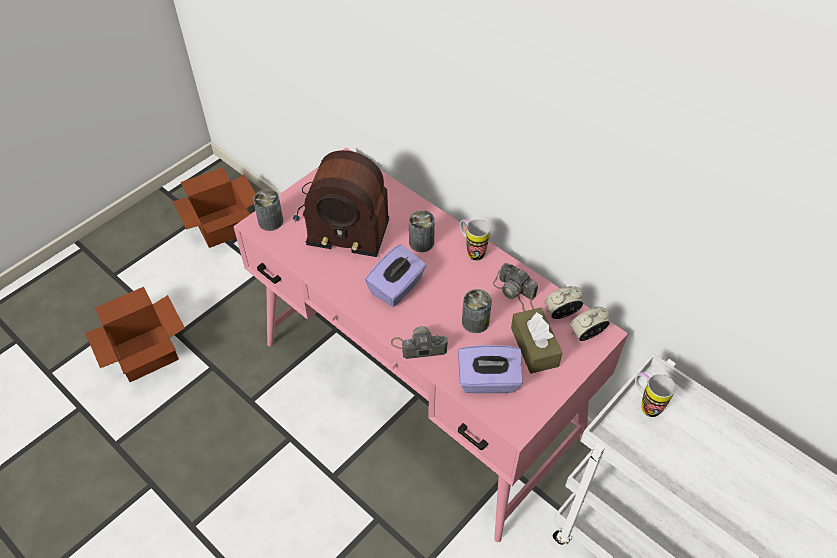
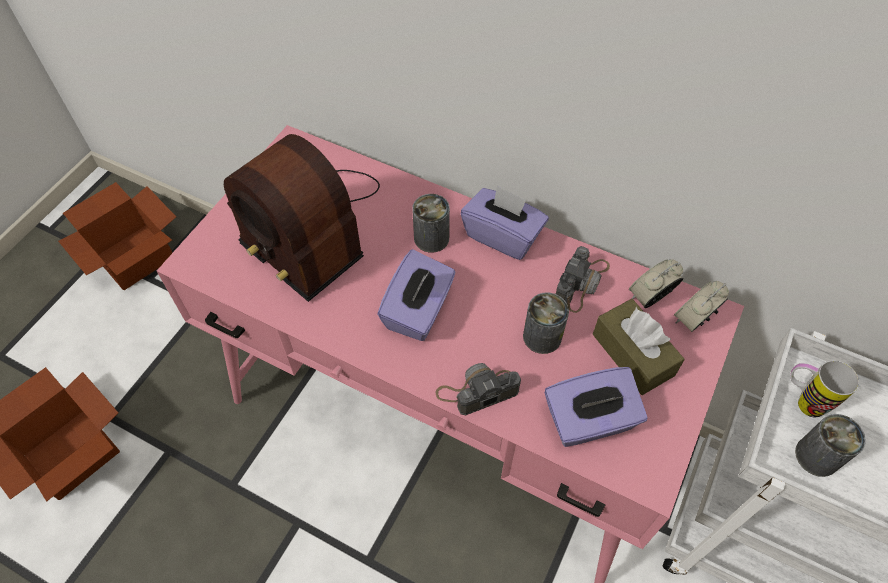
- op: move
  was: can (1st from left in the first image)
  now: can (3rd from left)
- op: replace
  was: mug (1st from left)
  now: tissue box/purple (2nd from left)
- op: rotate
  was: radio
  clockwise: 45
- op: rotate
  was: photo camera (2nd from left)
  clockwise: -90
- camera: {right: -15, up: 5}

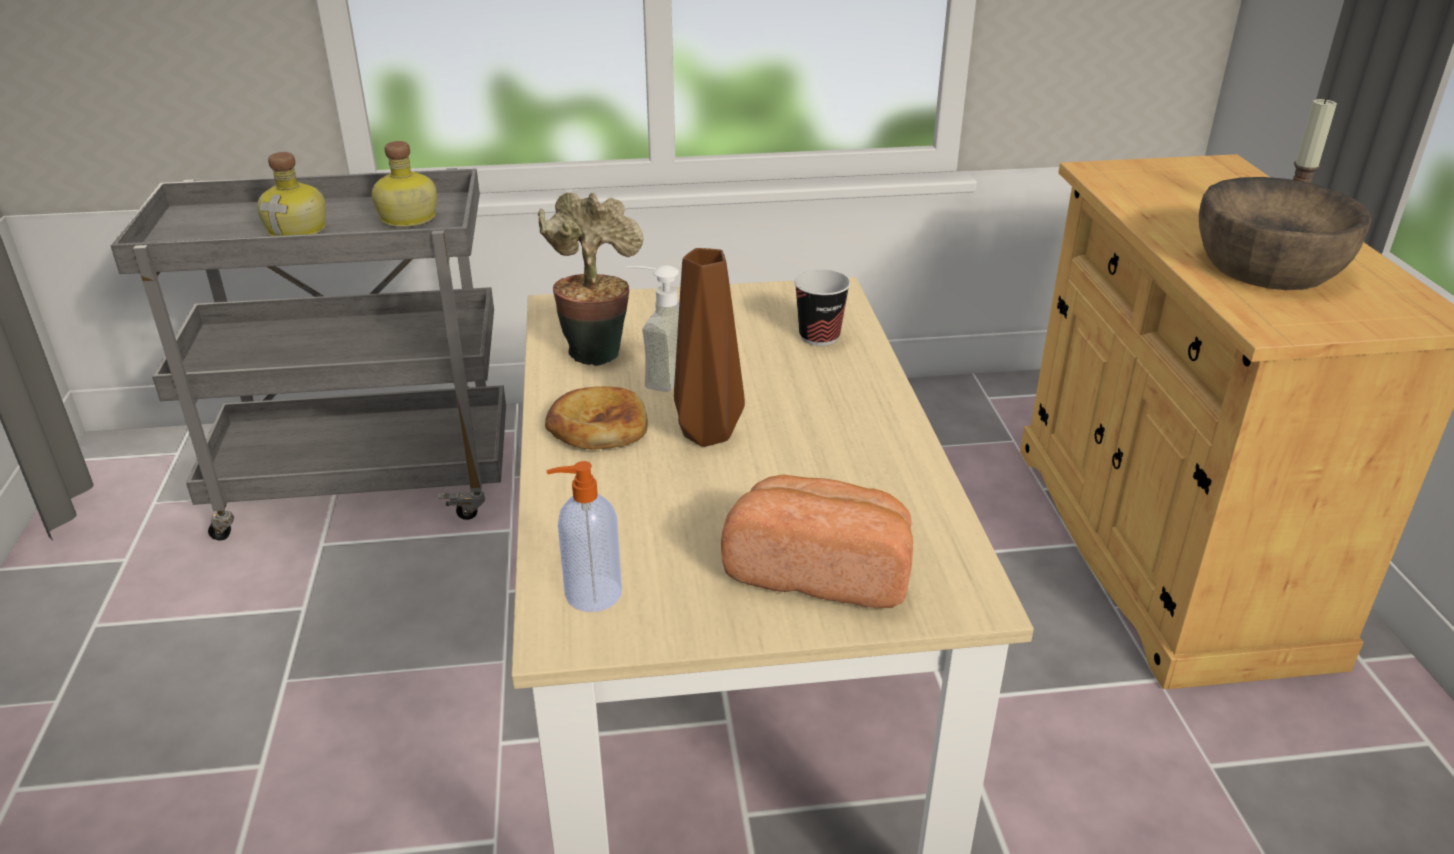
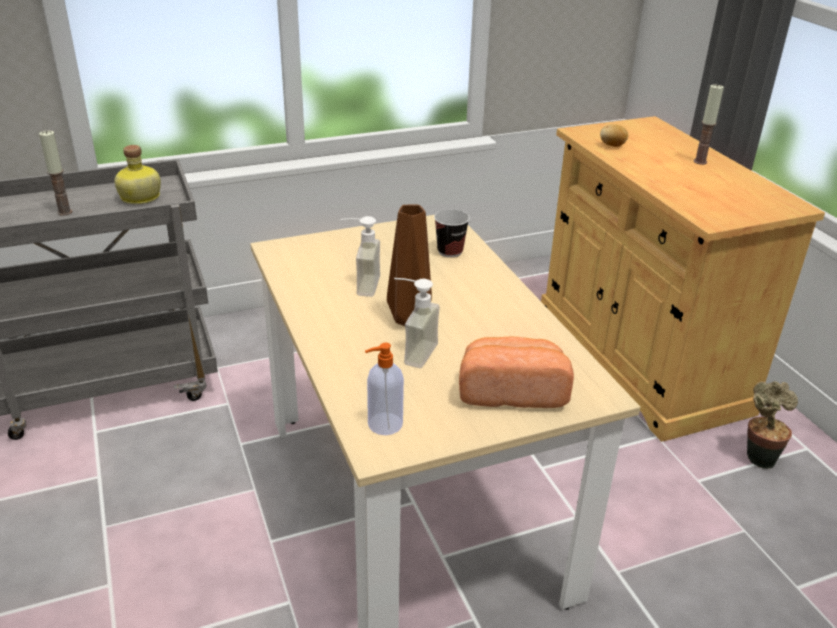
- op: delete
  was: bread (1st from left)
- op: delete
  was: bowl/brown
- op: insert
  now: soap dispenser (3rd from left)
- op: insert
  now: potato
- op: move
  was: potted plant
- op: replace
  was: bottle (1st from left)
  now: candle (1st from left)
- camera: {right: -15, up: 0}

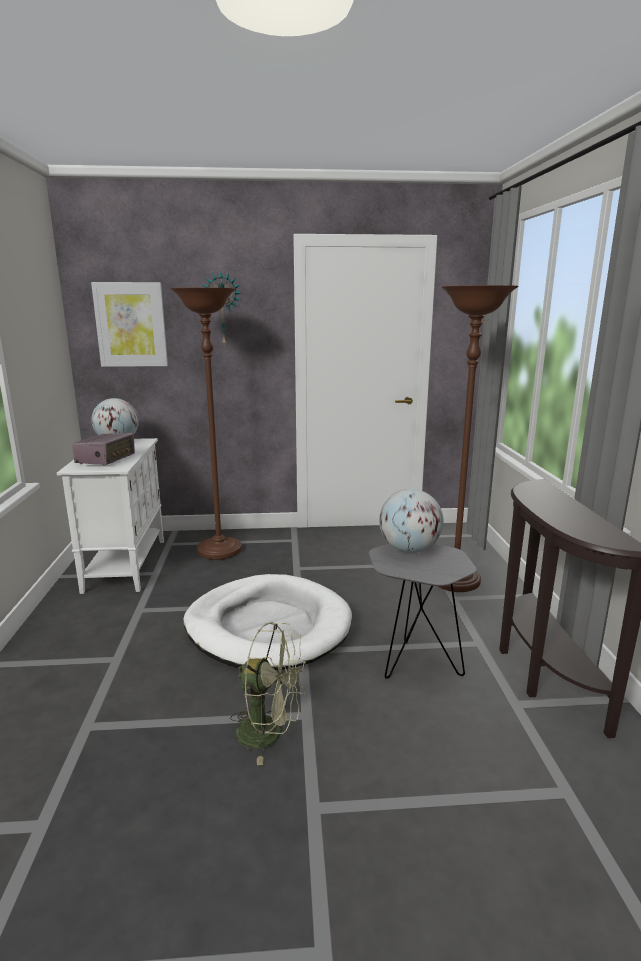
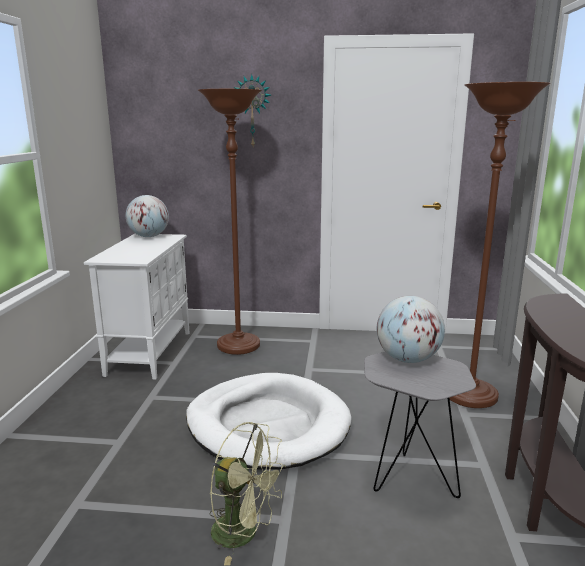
- op: delete
  was: radio
- op: delete
  was: picture
- camera: {right: 10, up: 0}

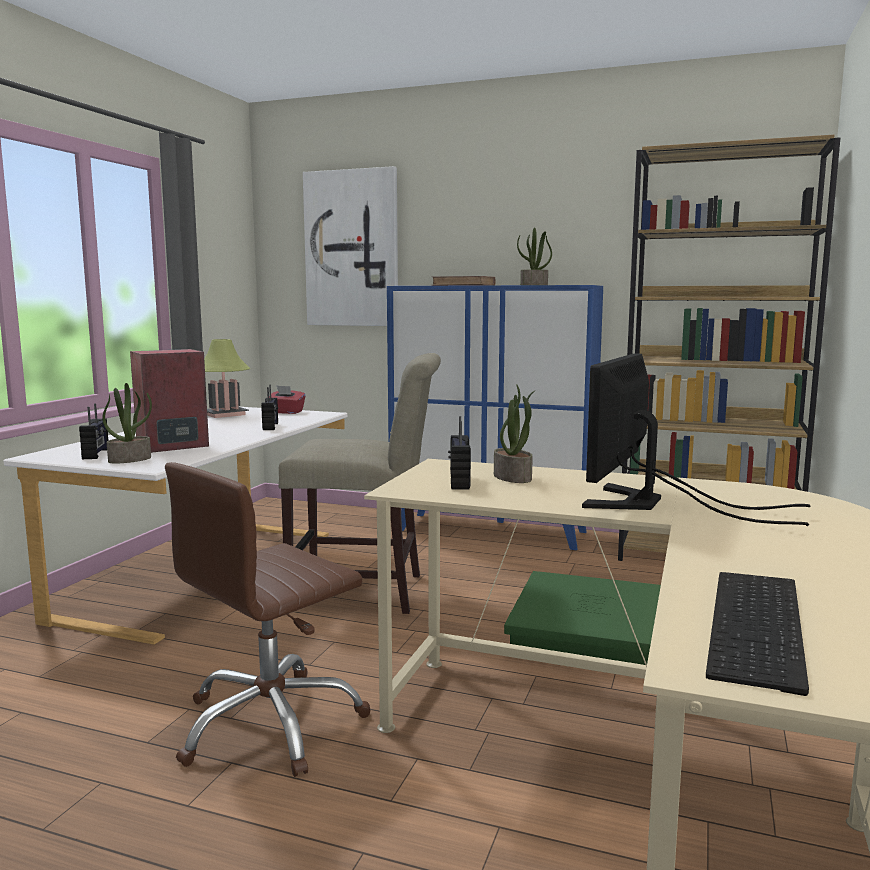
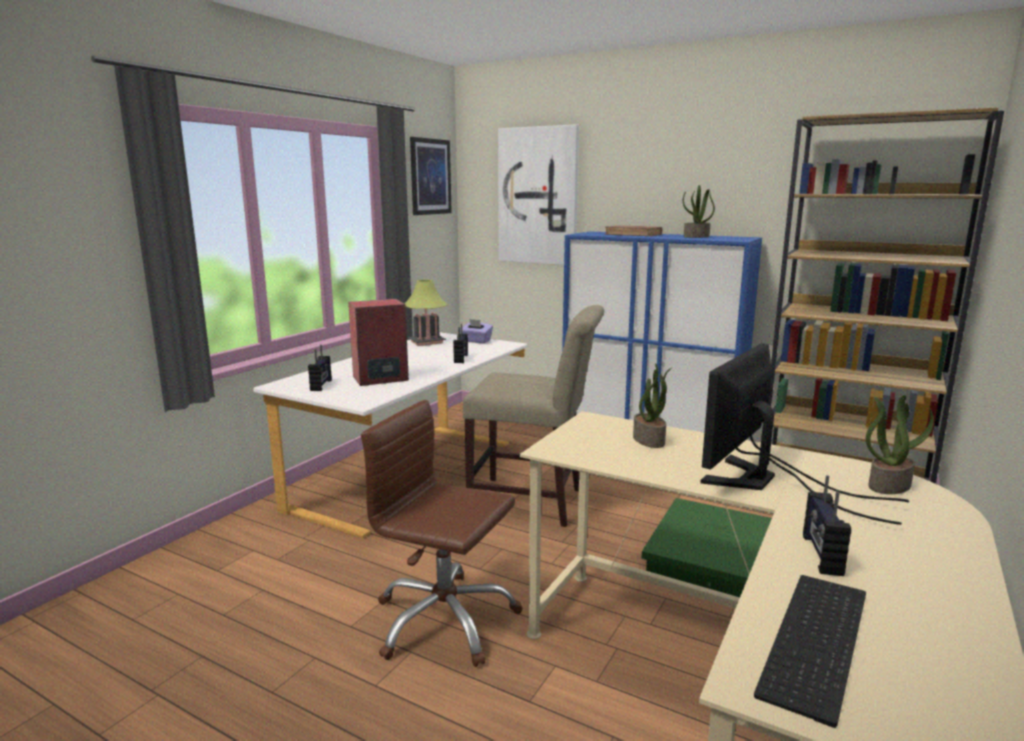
- op: insert
  now: picture (1st from left)
- op: move
  was: potted plant (1st from left in the first image)
  now: potted plant (3rd from left)
- op: move
  was: radio (3rd from left)
- op: recolor
  was: tissue box/red
  now: tissue box/purple
- op: rotate
  was: office chair/brown
  clockwise: 60
- camera: {right: 10, up: 5}

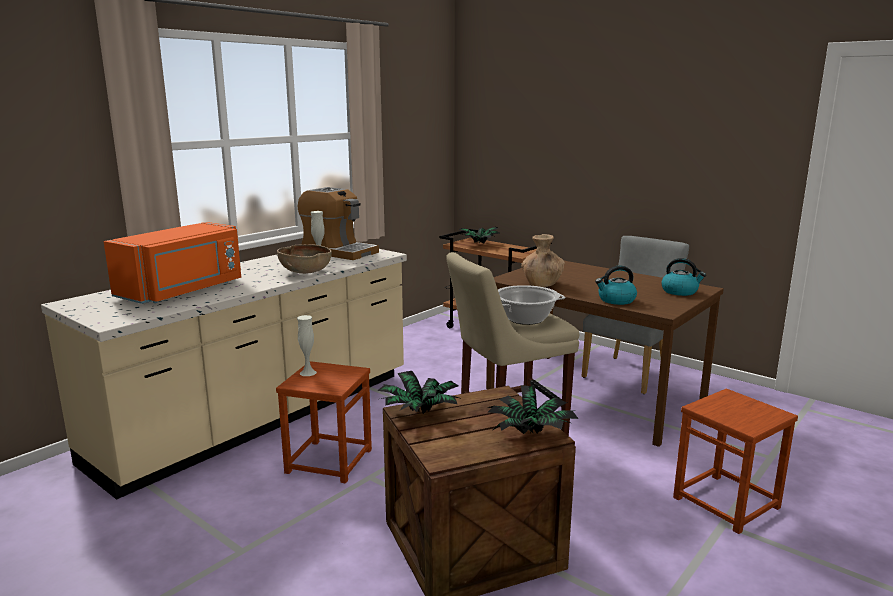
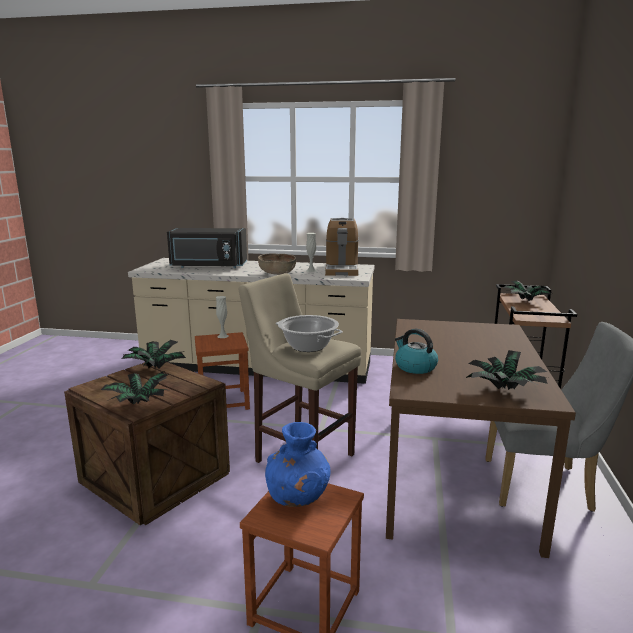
- op: delete
  was: vase/brown
- op: insert
  now: vase/blue
- op: replace
  was: kettle (2nd from left)
  now: potted plant (3rd from left)
- op: recolor
  was: microwave/orange
  now: microwave/black
- camera: {right: 60, up: 0}

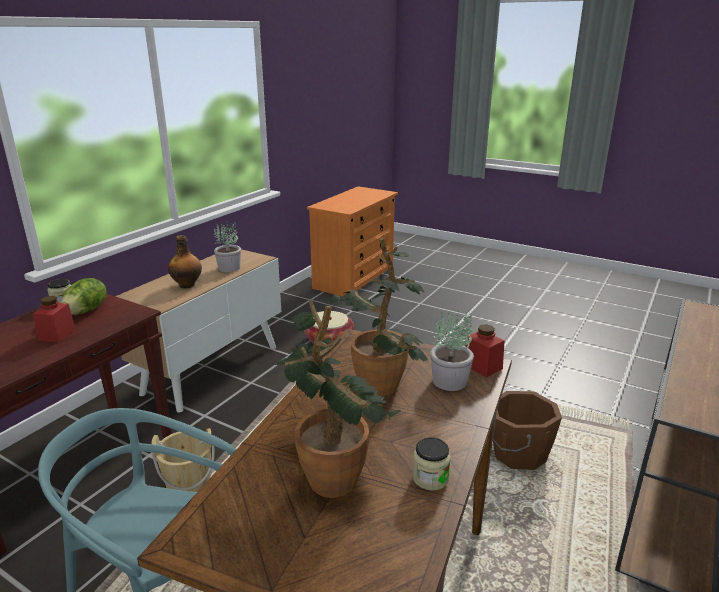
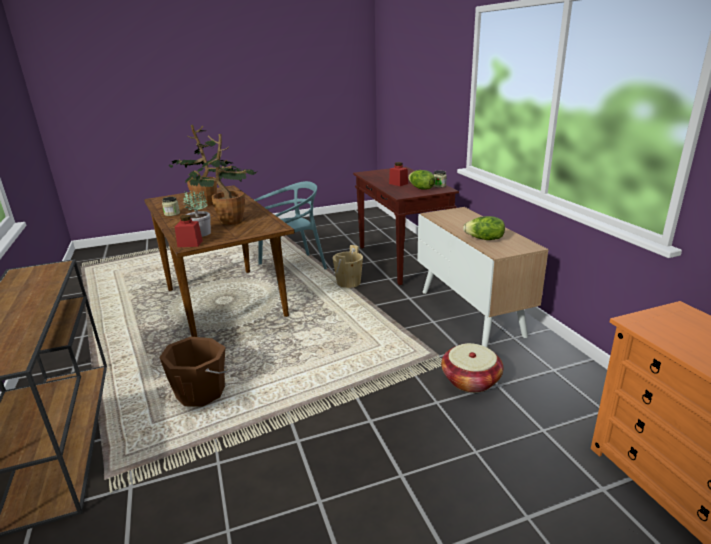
- op: delete
  was: bottle
- op: replace
  was: potted plant (1st from left)
  now: lettuce (2nd from left)
- camera: {right: 130, up: 0}

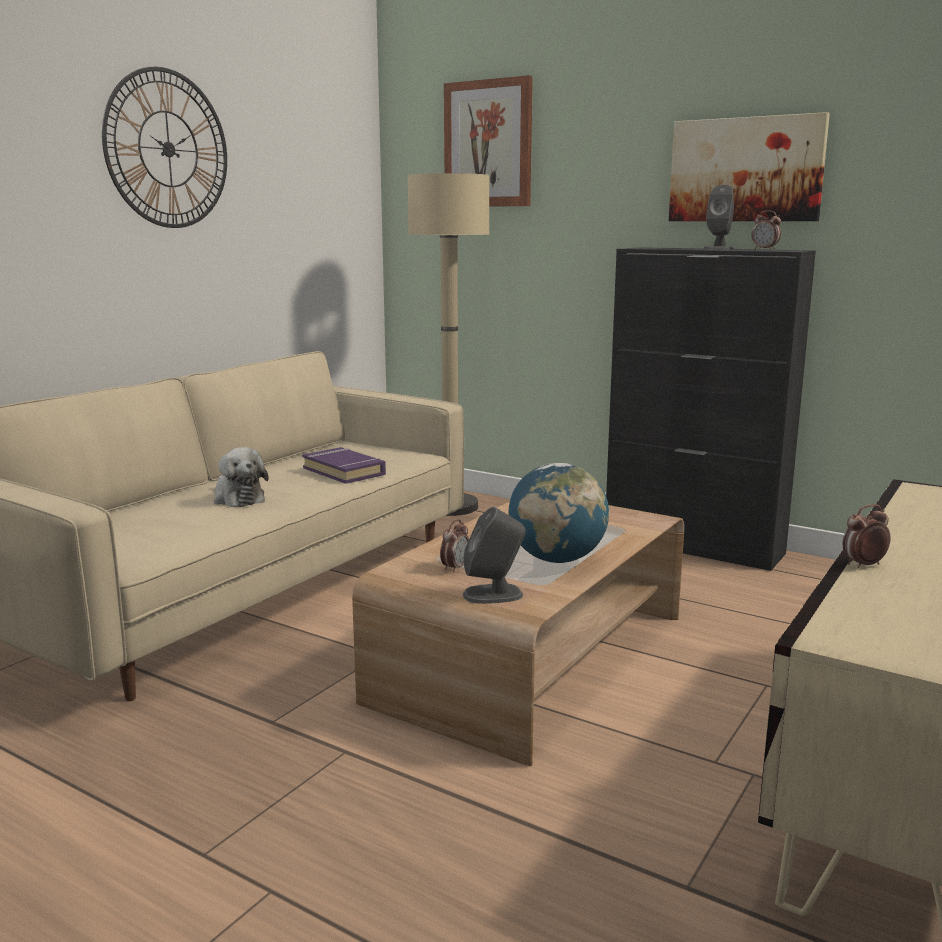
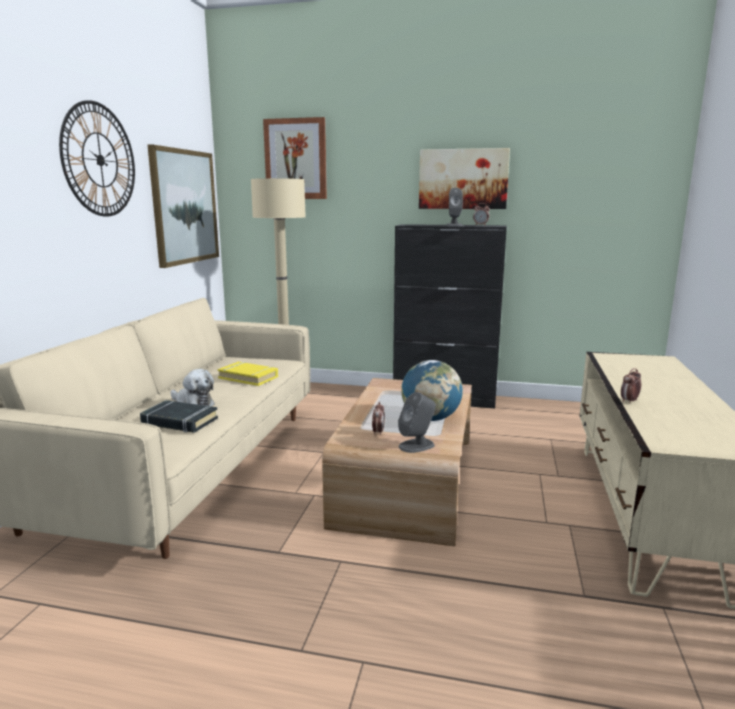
- op: insert
  now: book/black
- op: insert
  now: picture (1st from left)
- op: recolor
  was: book/purple
  now: book/yellow
- camera: {right: -20, up: 0}

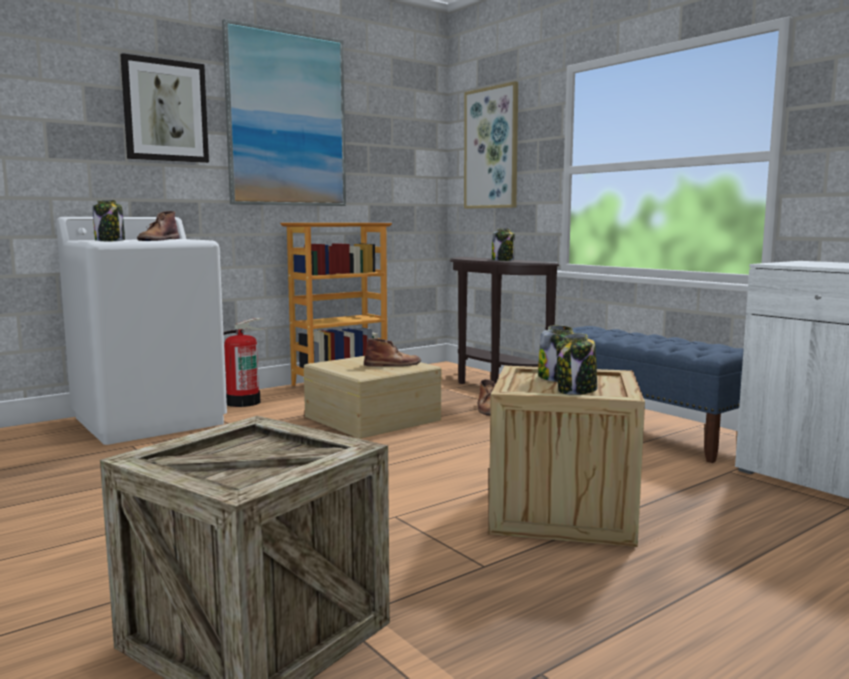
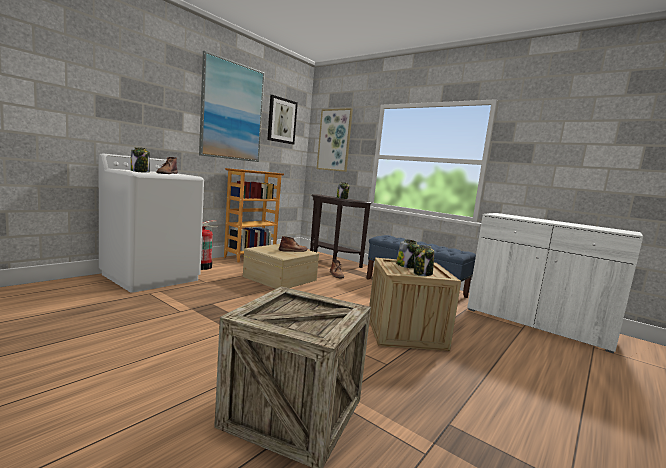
- op: move
  was: picture (1st from left in the first image)
  now: picture (2nd from left)
- camera: {right: -15, up: 0}

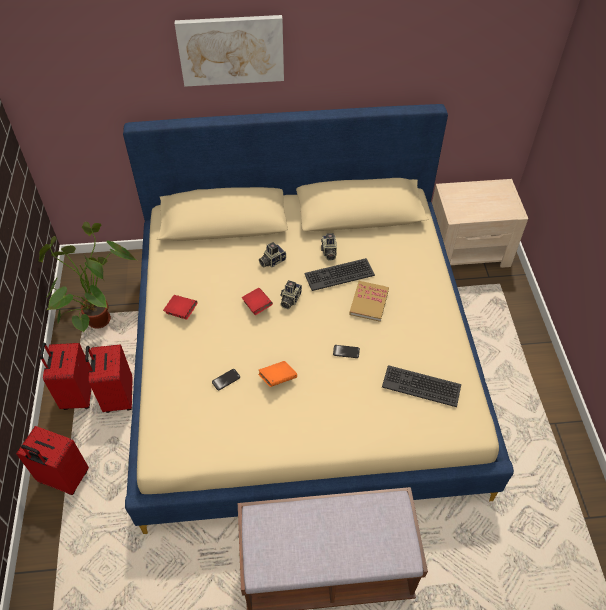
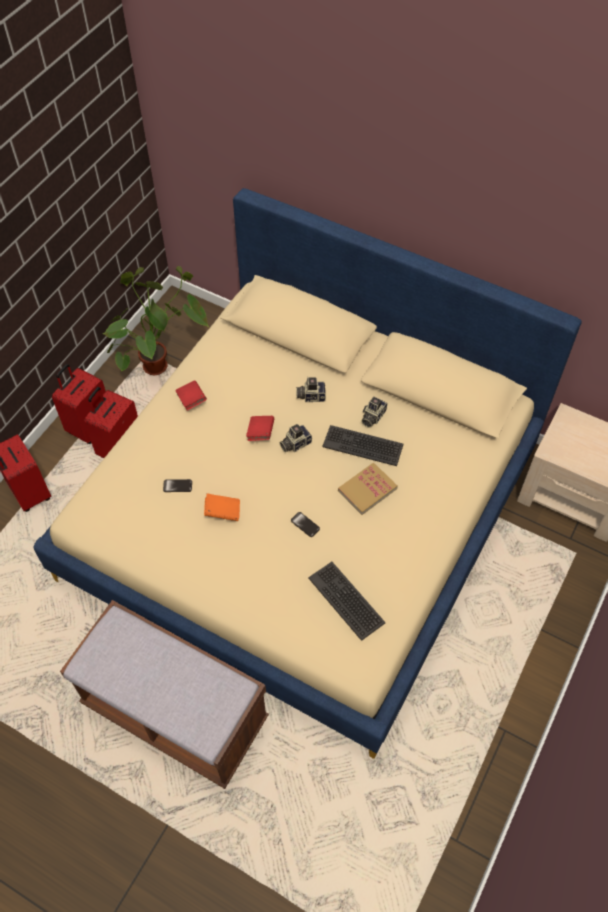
- op: delete
  was: picture
- camera: {right: 35, up: 5}

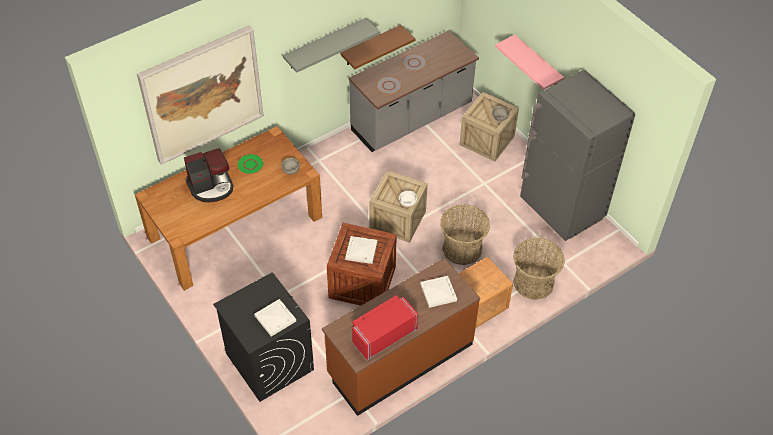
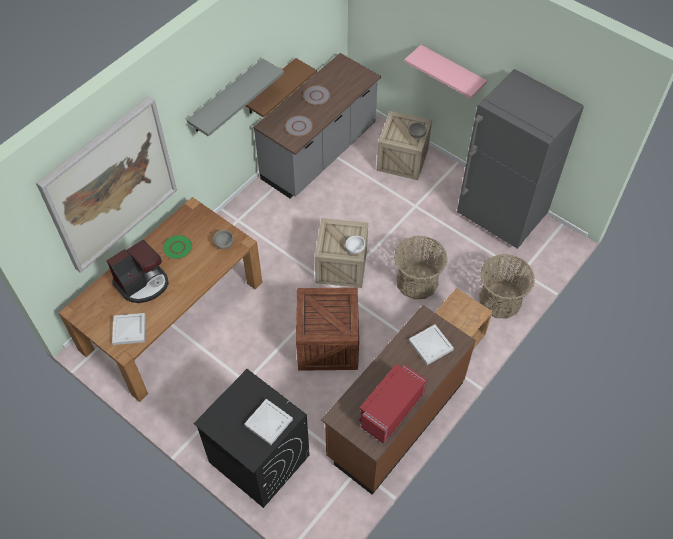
- op: move
  was: tray/white (2nd from left in the first image)
  now: tray/white (1st from left)
- camera: {right: -15, up: 5}

